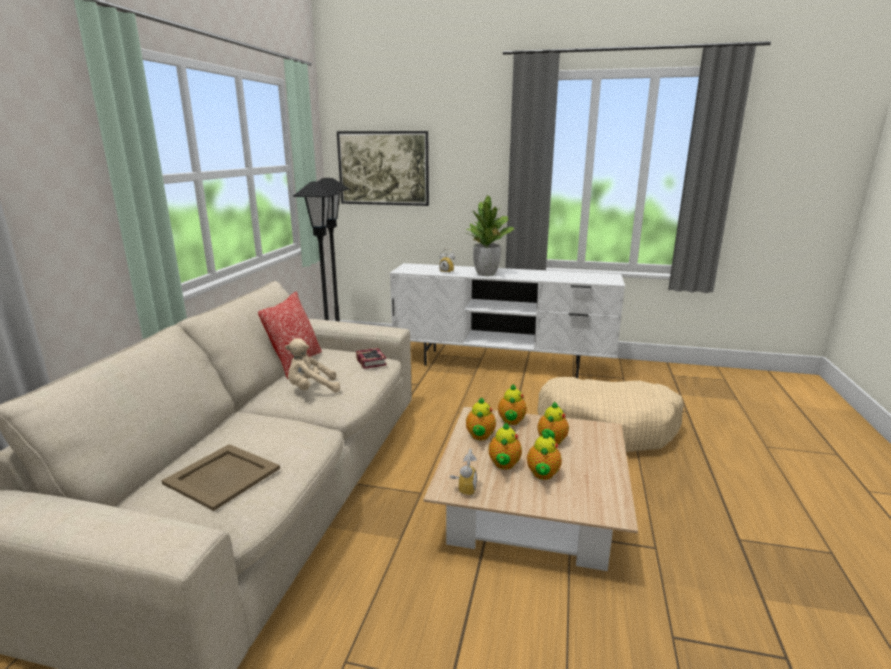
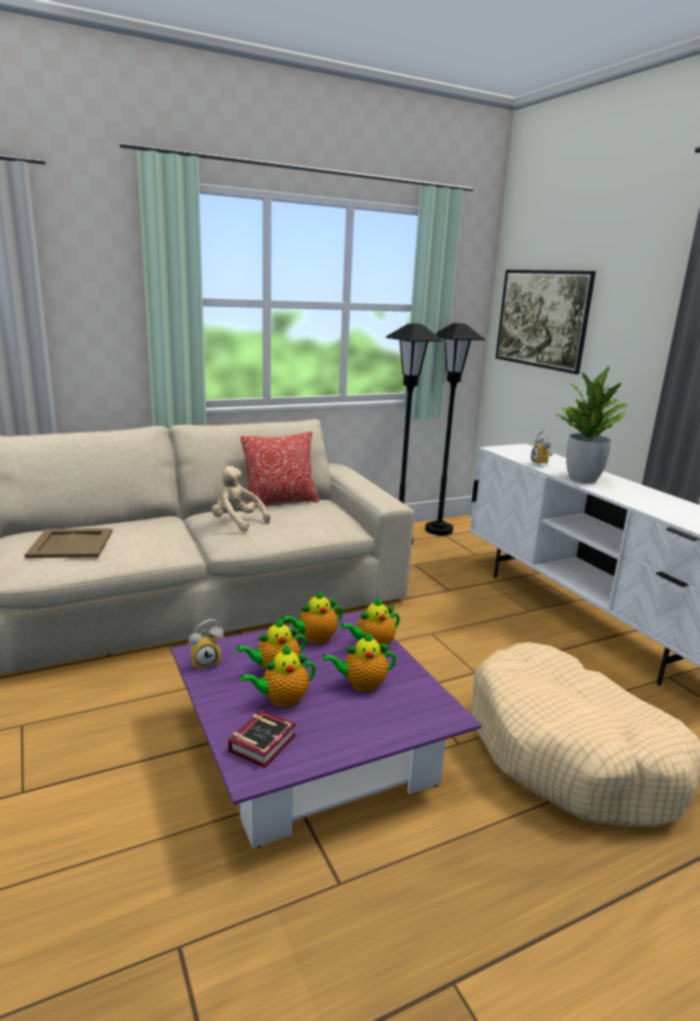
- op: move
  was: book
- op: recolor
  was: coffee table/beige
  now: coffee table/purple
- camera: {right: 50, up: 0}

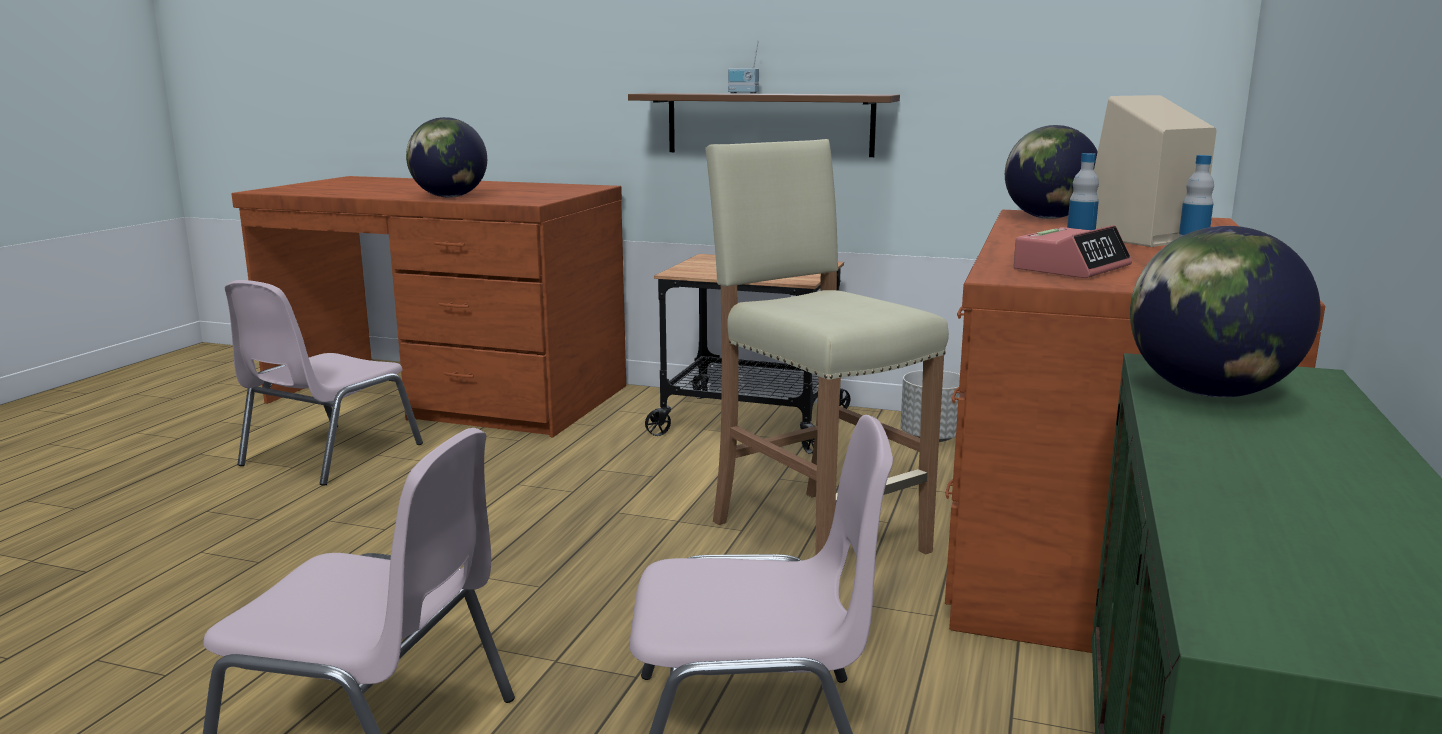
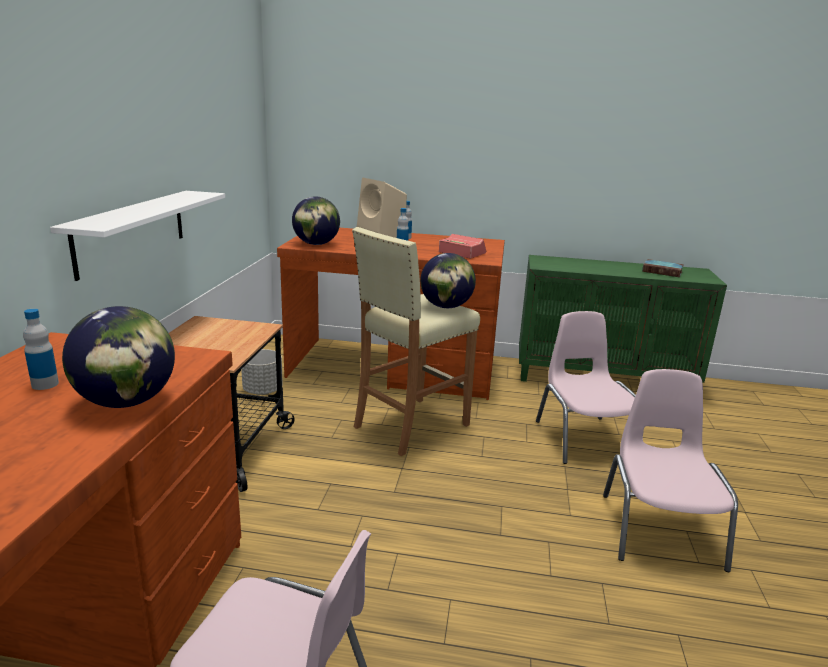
- op: delete
  was: radio
- op: insert
  now: bottle (1st from left)
- op: insert
  now: book
- op: move
  was: globe (3rd from left)
- op: recolor
  was: shelf/brown
  now: shelf/white
- camera: {right: -100, up: 5}

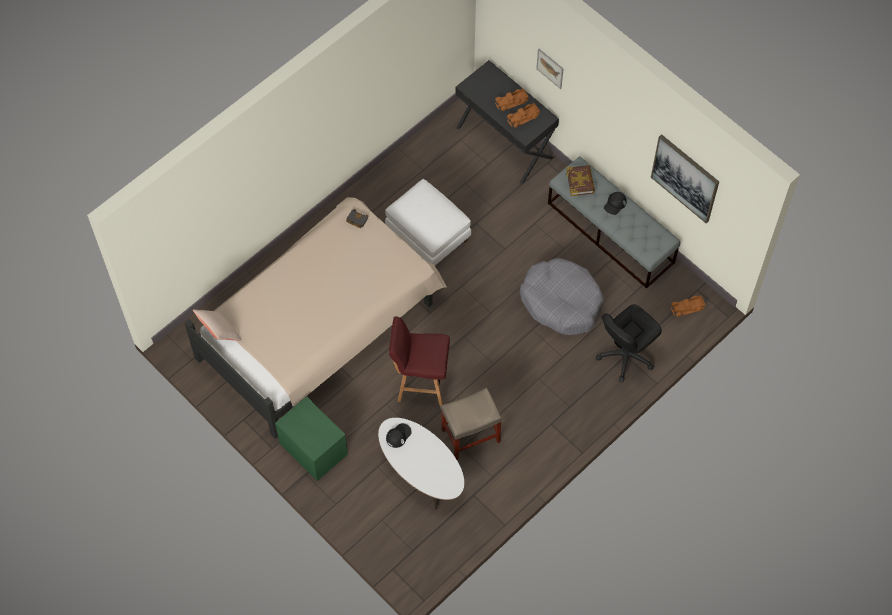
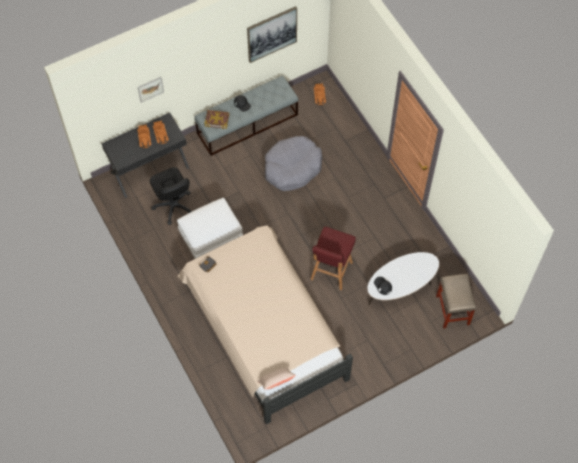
- op: delete
  was: nightstand/green
- op: move
  was: stool/beige
- op: move
  was: office chair/black
- camera: {right: -75, up: 0}

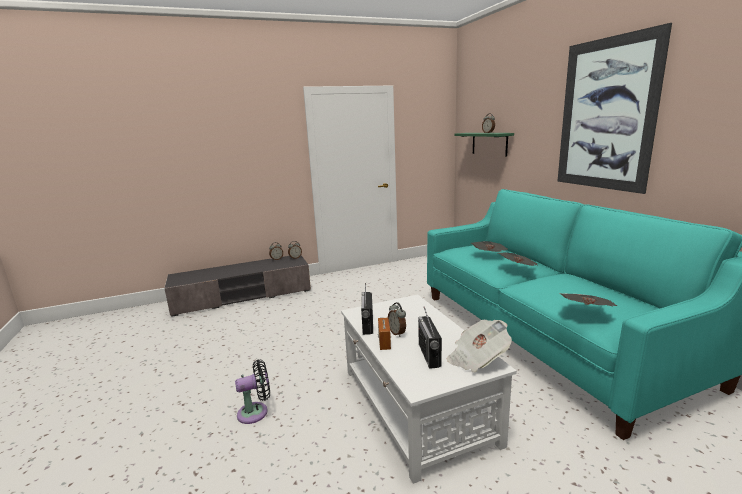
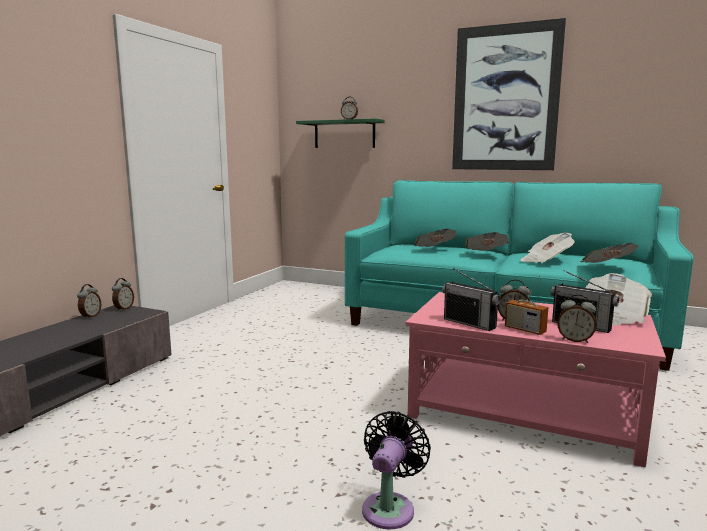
- op: insert
  now: newspaper (3rd from left)
- op: insert
  now: alarm clock (5th from left)
- op: recolor
  was: coffee table/white
  now: coffee table/pink
- camera: {right: -45, up: -5}

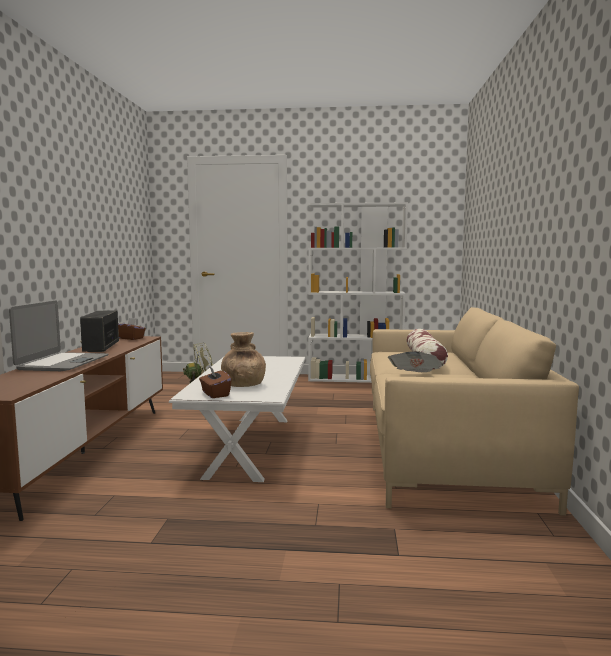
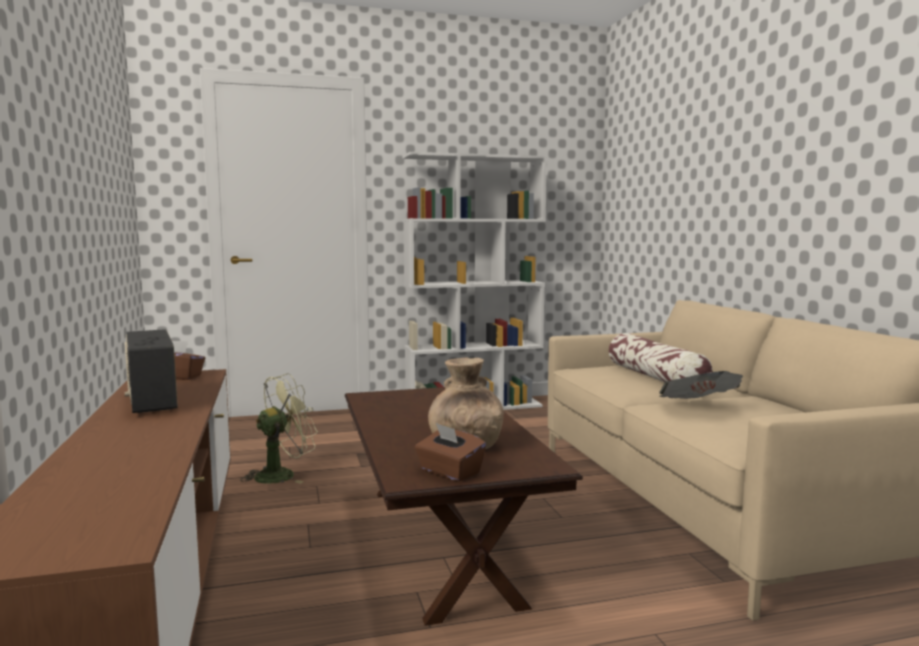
- op: delete
  was: laptop
- op: recolor
  was: coffee table/white
  now: coffee table/brown
- camera: {right: -20, up: 0}

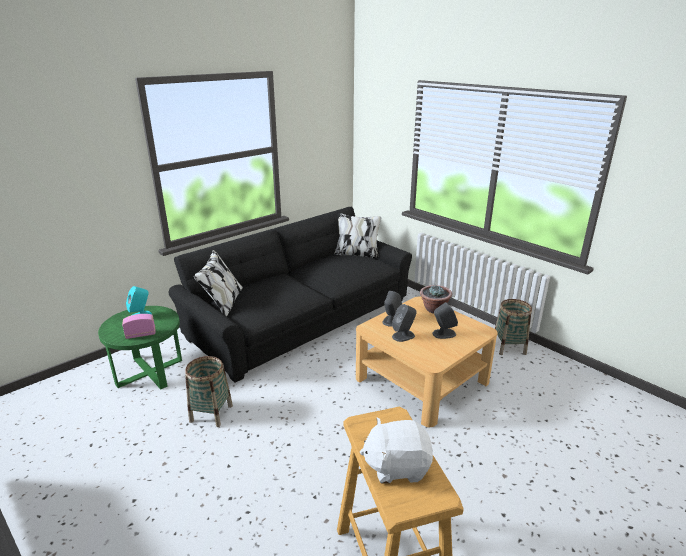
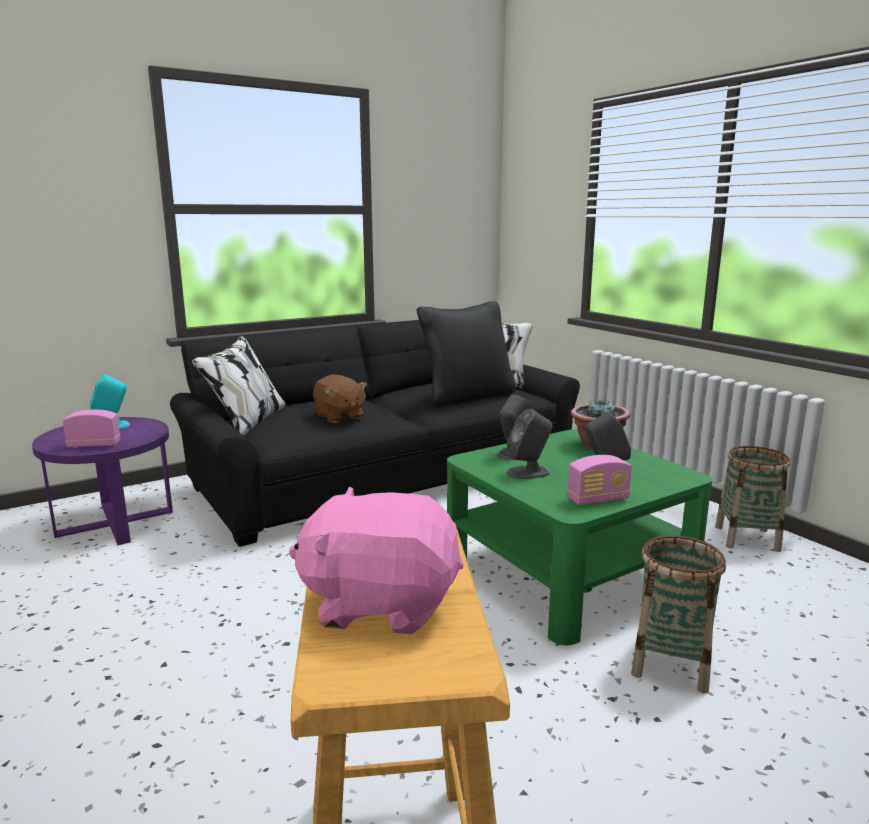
- op: insert
  now: plush toy/brown
- op: insert
  now: pillow/black
- op: insert
  now: radio (2nd from left)
- op: move
  was: basket (1st from left)
- op: recolor
  was: side table/green
  now: side table/purple
- op: recolor
  was: coffee table/beige
  now: coffee table/green
- op: recolor
  was: plush toy/white
  now: plush toy/pink
- camera: {right: 10, up: -10}

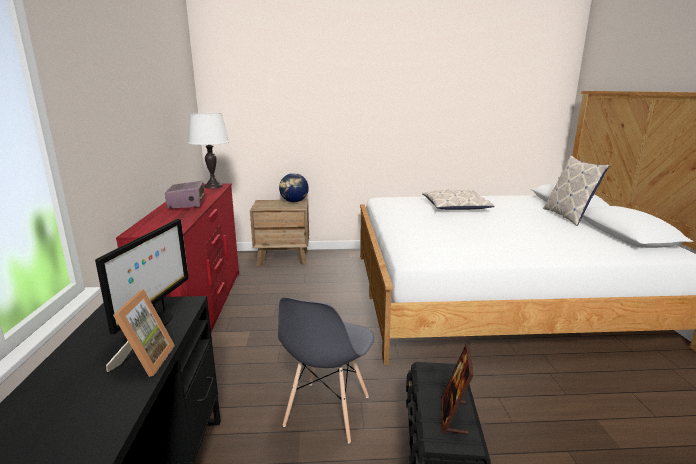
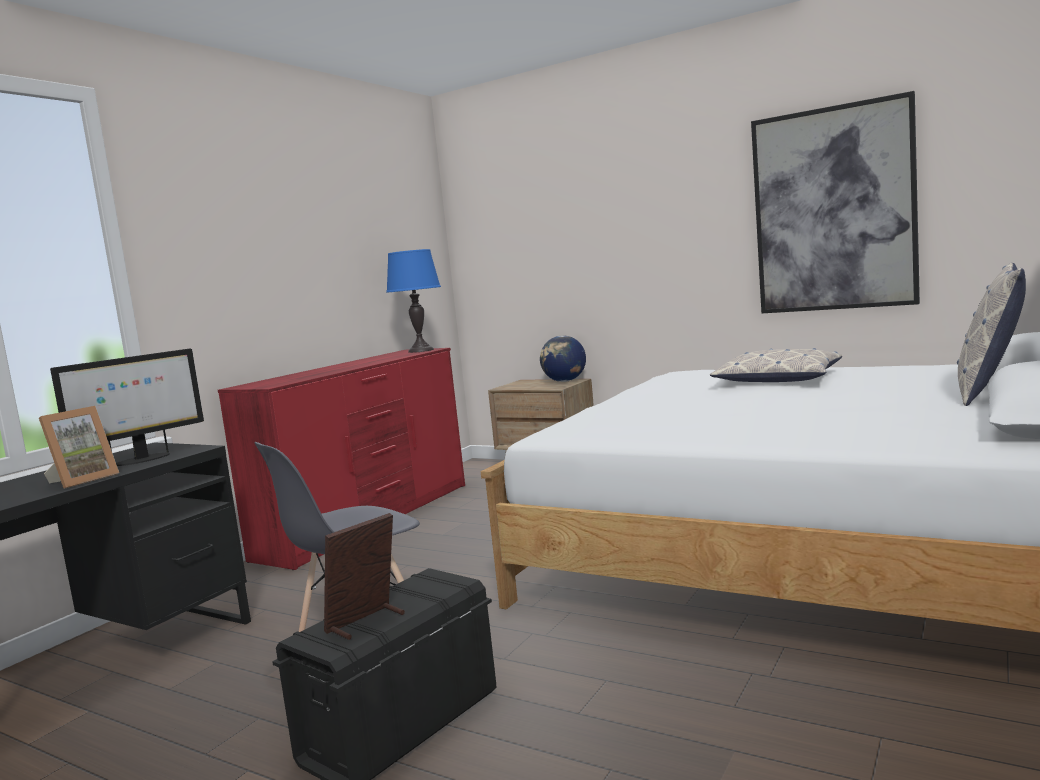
- op: delete
  was: radio
- op: insert
  now: picture
- op: recolor
  was: table lamp/white
  now: table lamp/blue
- camera: {right: 35, up: -10}

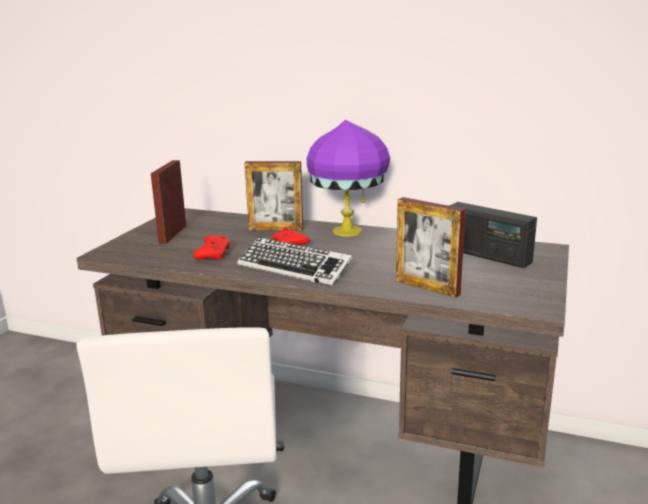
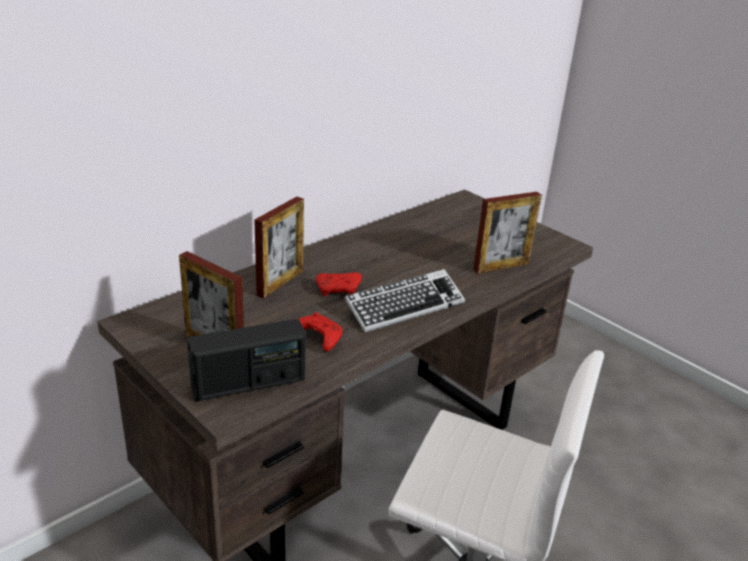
- op: delete
  was: table lamp/purple
- op: move
  was: radio
- camera: {right: -65, up: 10}

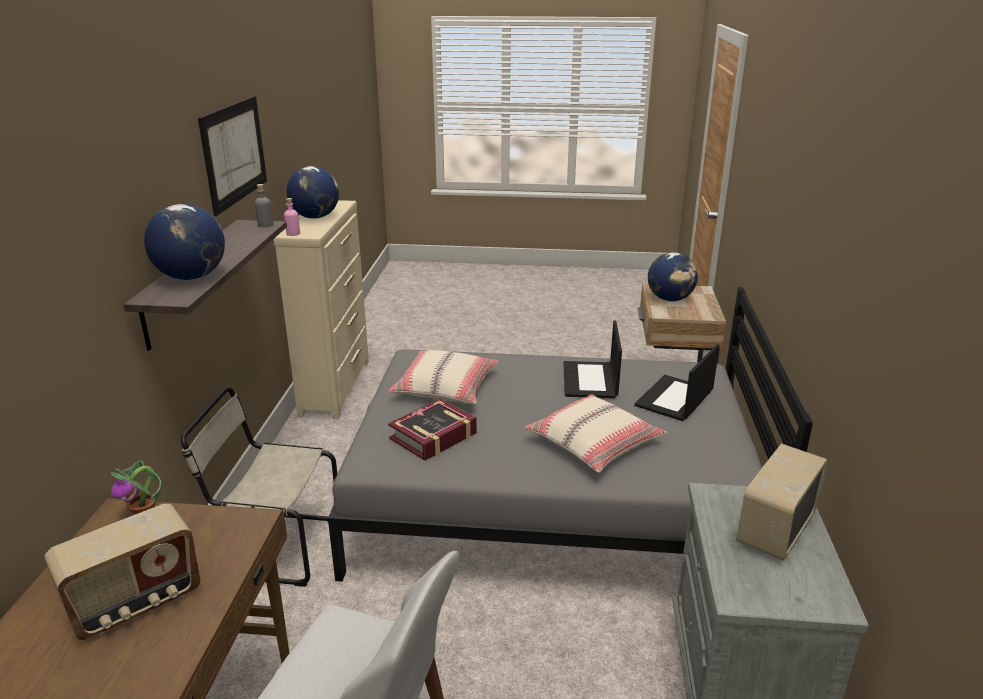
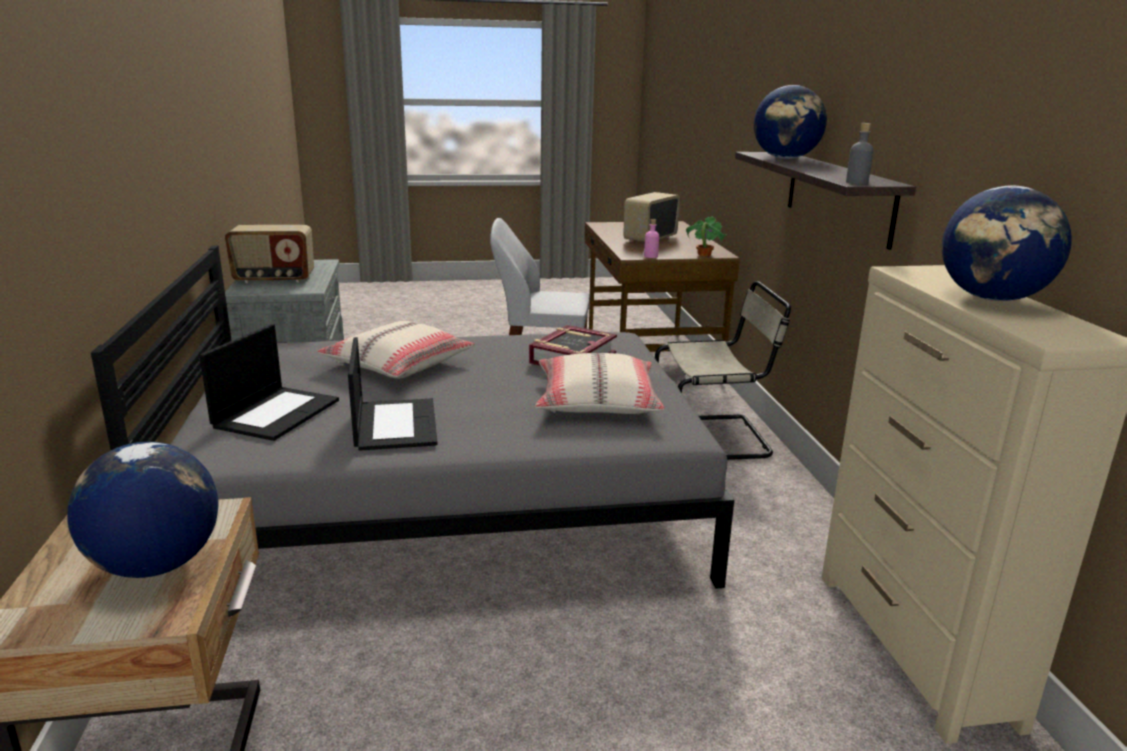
- op: delete
  was: picture
- op: move
  was: bottle/pink
- op: rotate
  was: radio (2nd from left in the first image)
  clockwise: 60
- camera: {right: 165, up: -5}

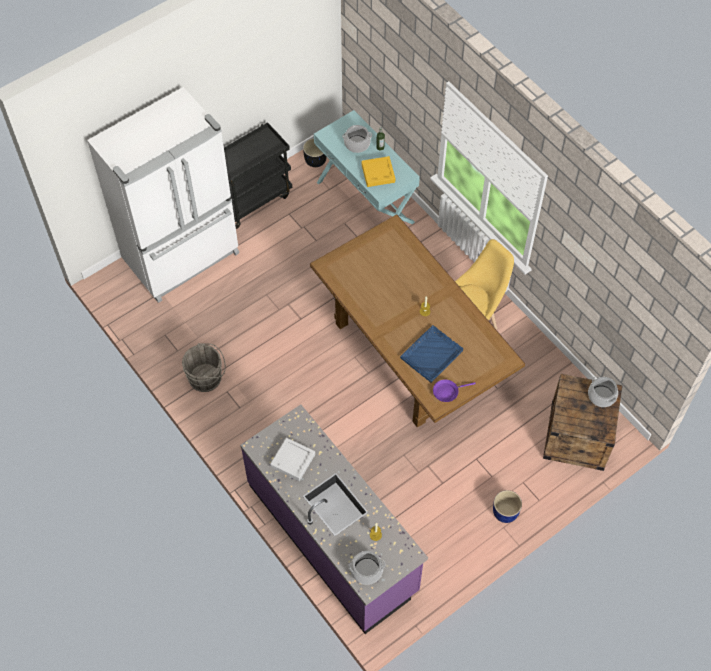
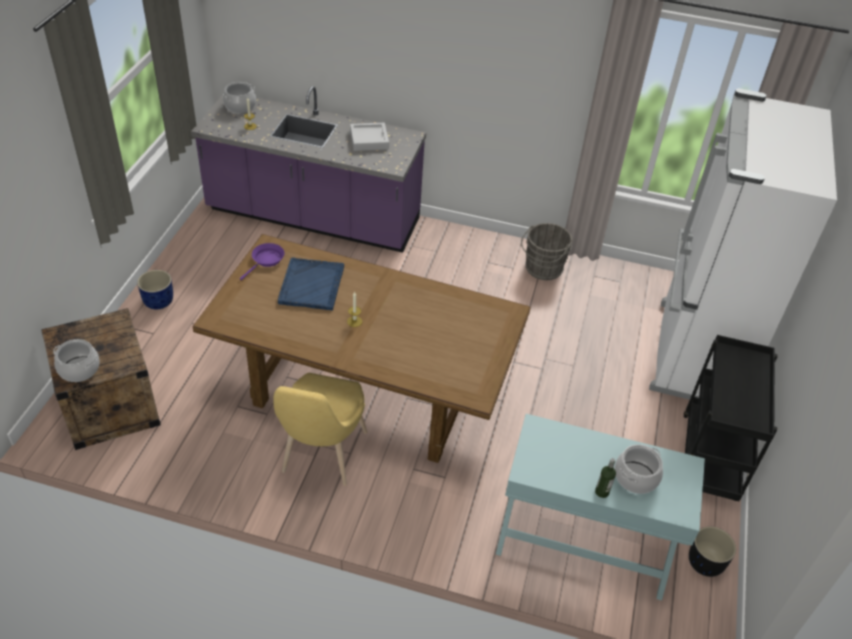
- op: delete
  was: tray/yellow
- camera: {right: 140, up: -15}

